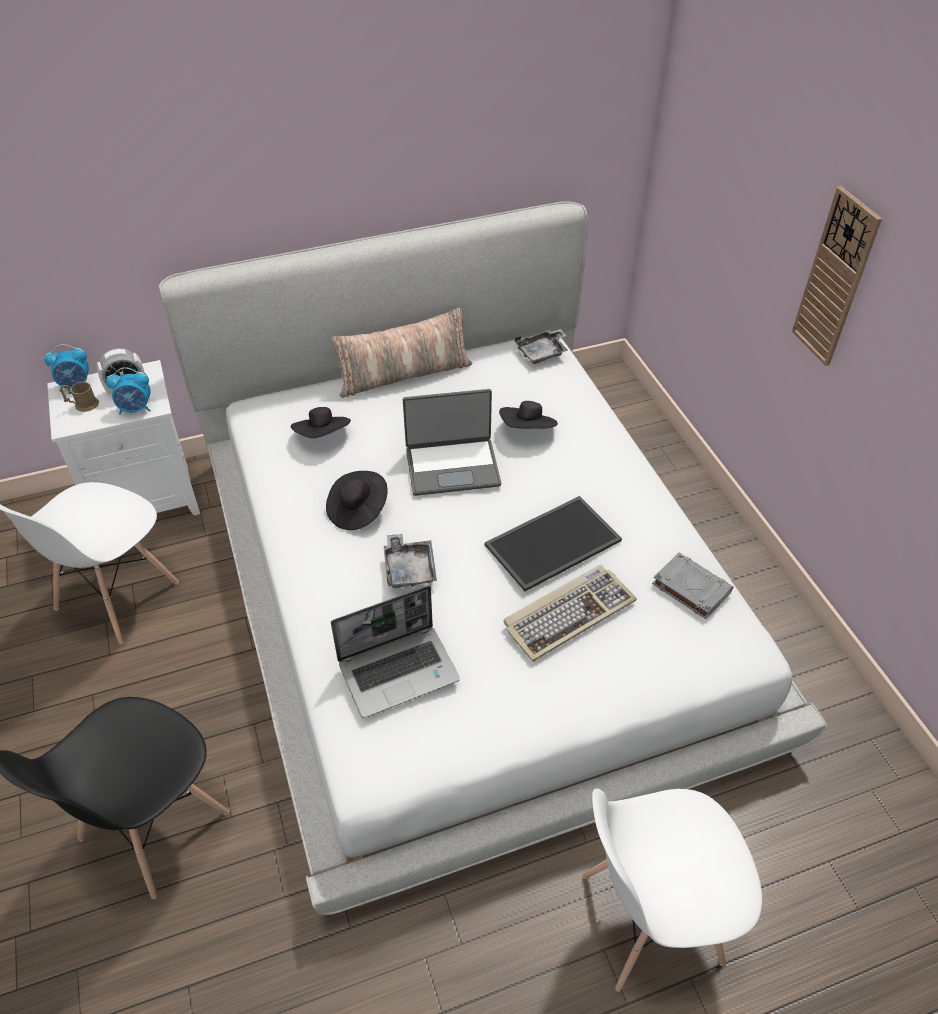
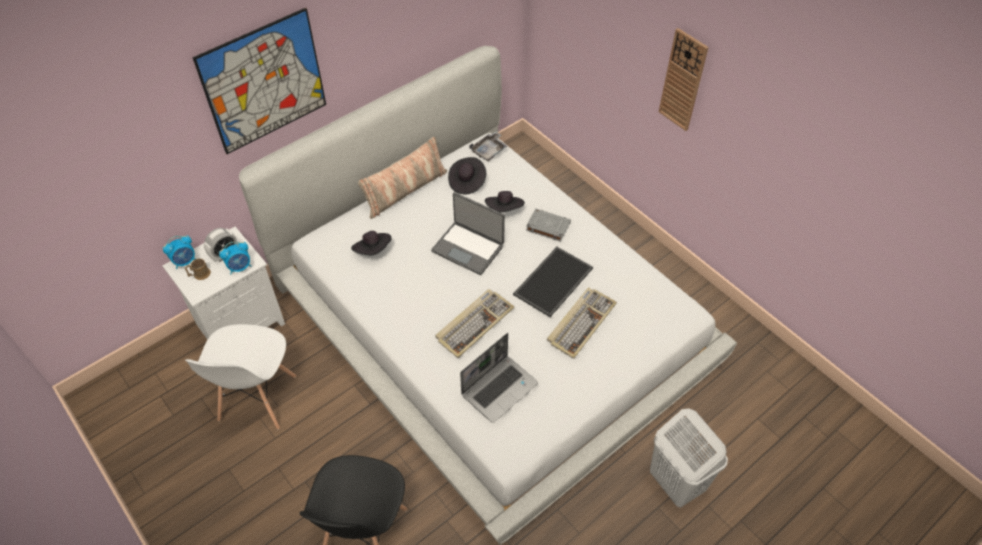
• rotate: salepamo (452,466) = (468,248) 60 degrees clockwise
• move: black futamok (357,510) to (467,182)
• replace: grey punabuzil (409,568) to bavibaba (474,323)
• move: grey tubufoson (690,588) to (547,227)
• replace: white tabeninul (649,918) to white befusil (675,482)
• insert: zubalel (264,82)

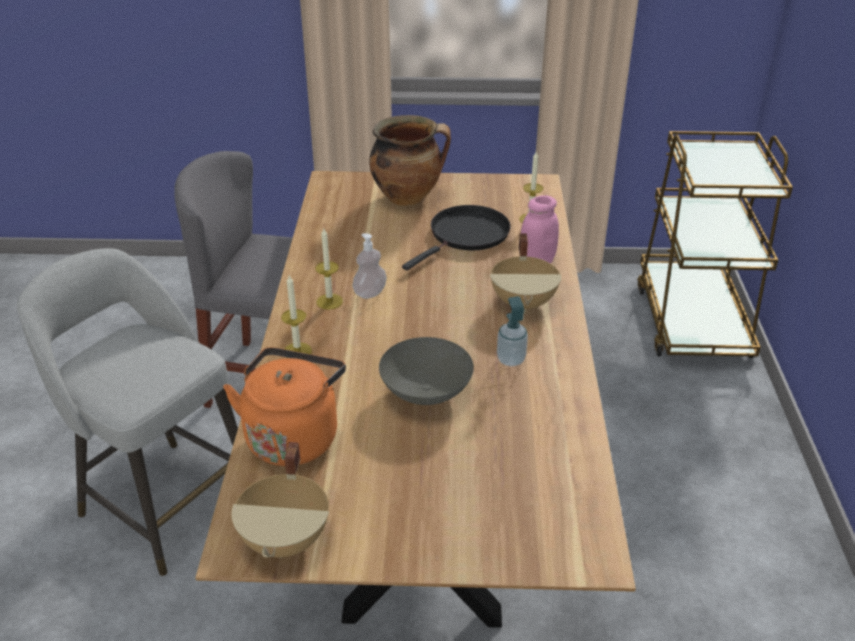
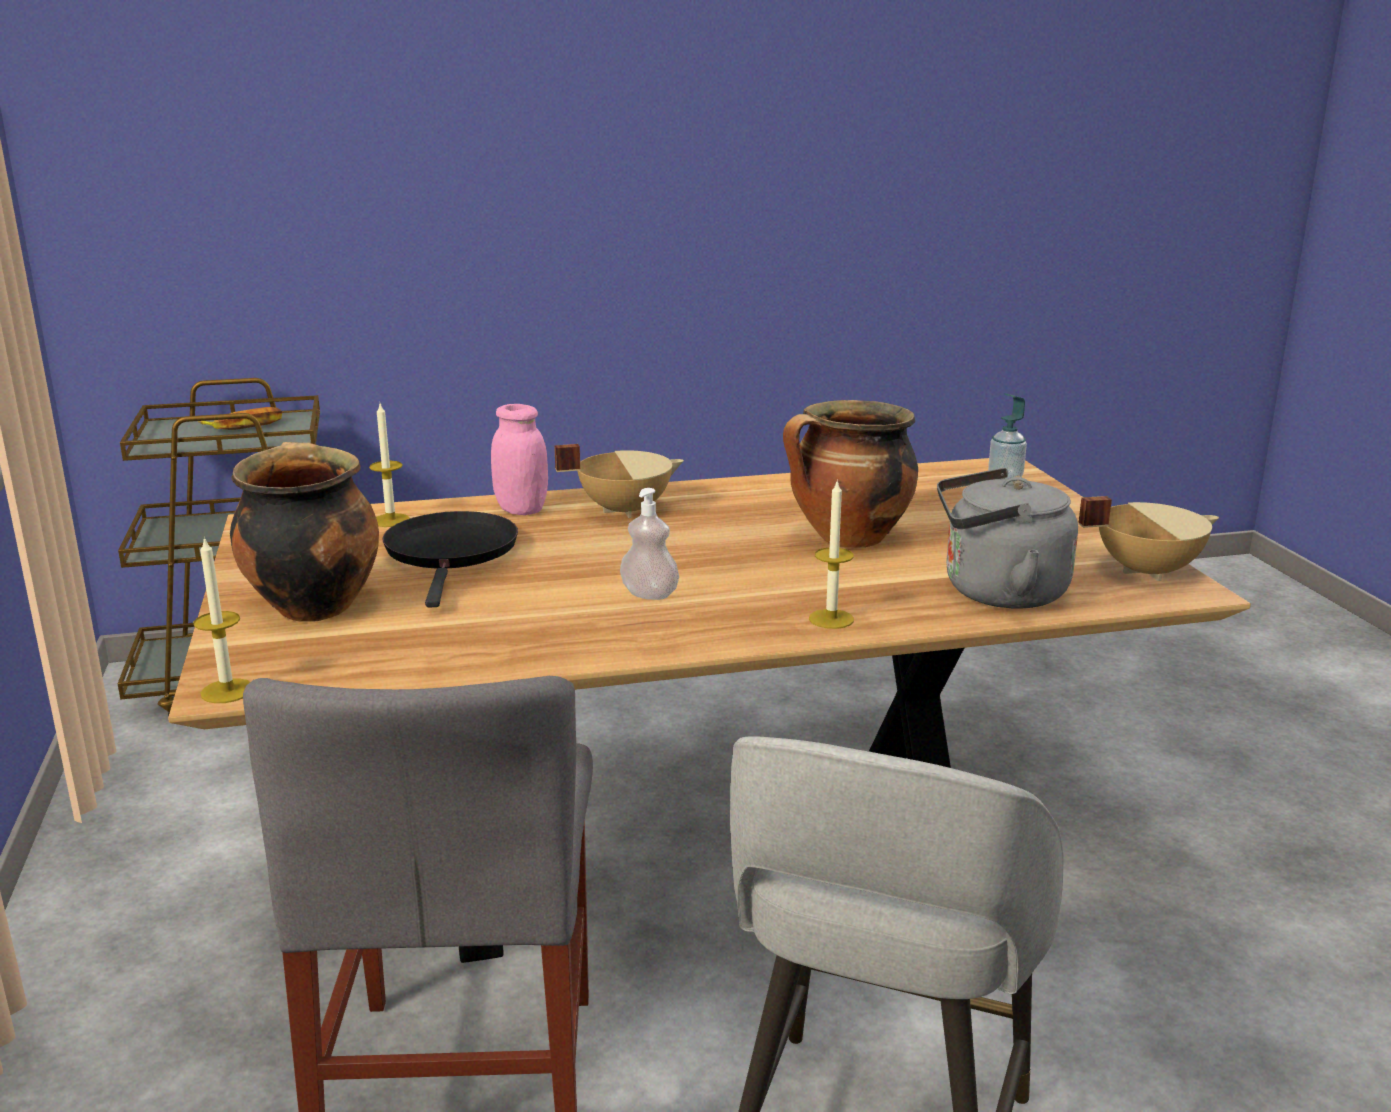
• rotate: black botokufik (466,236) = (451,553) 60 degrees clockwise
• move: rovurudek (329,301) to (227,691)
• move: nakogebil (511,359) to (1005,479)
• replace: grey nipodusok (425,392) to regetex (848,540)
• recolor: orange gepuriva (293,436) to grey gepuriva (997,593)
• insert: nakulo (245,425)

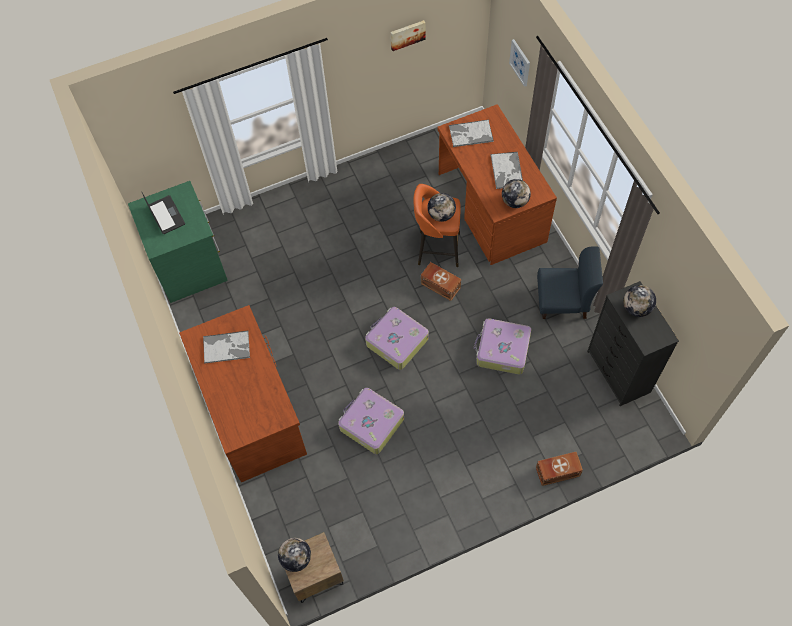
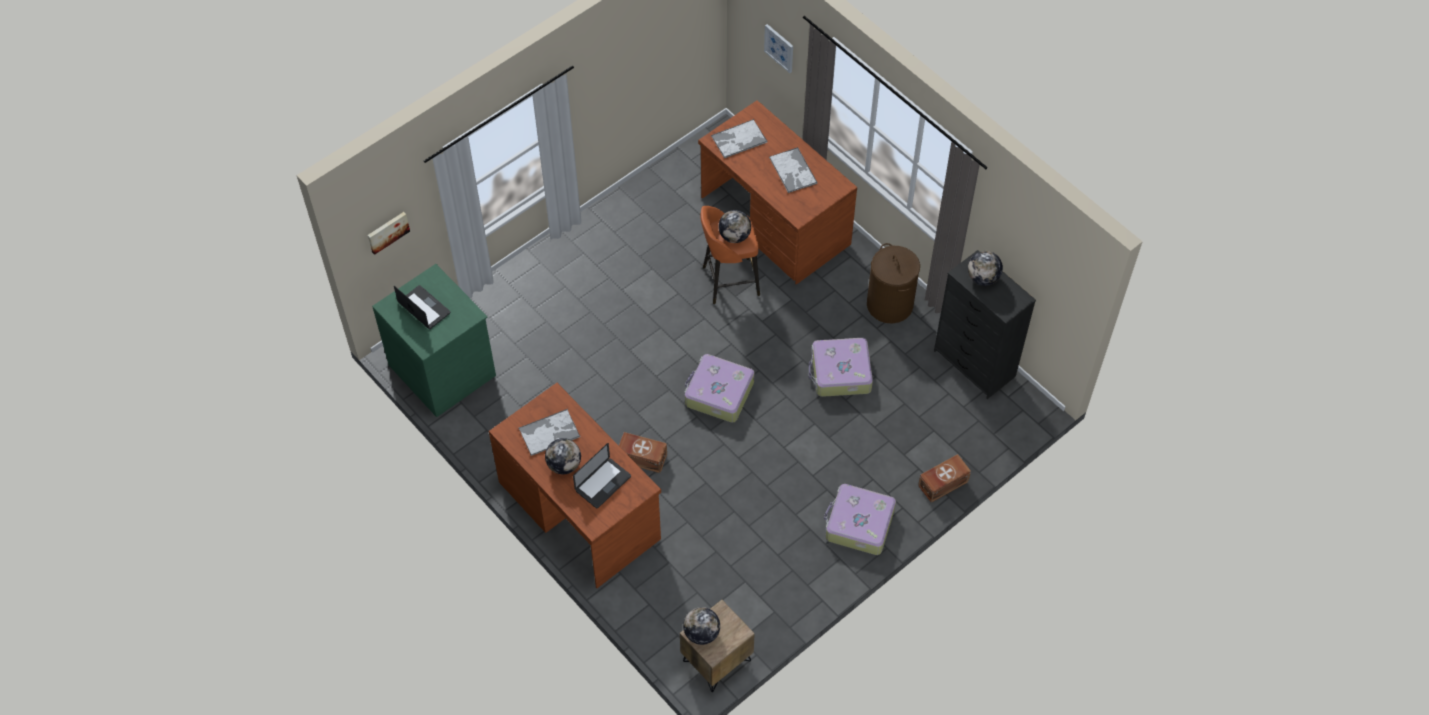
• move: zubalel (407,34) to (387,231)
• move: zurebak (515,201) to (564,465)
• replace: blue tabeninul (563,301) to brown befusil (890,304)
• move: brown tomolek (440,285) to (642,457)
• move: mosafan (371,424) to (858,524)
• insert: salepamo (603,483)

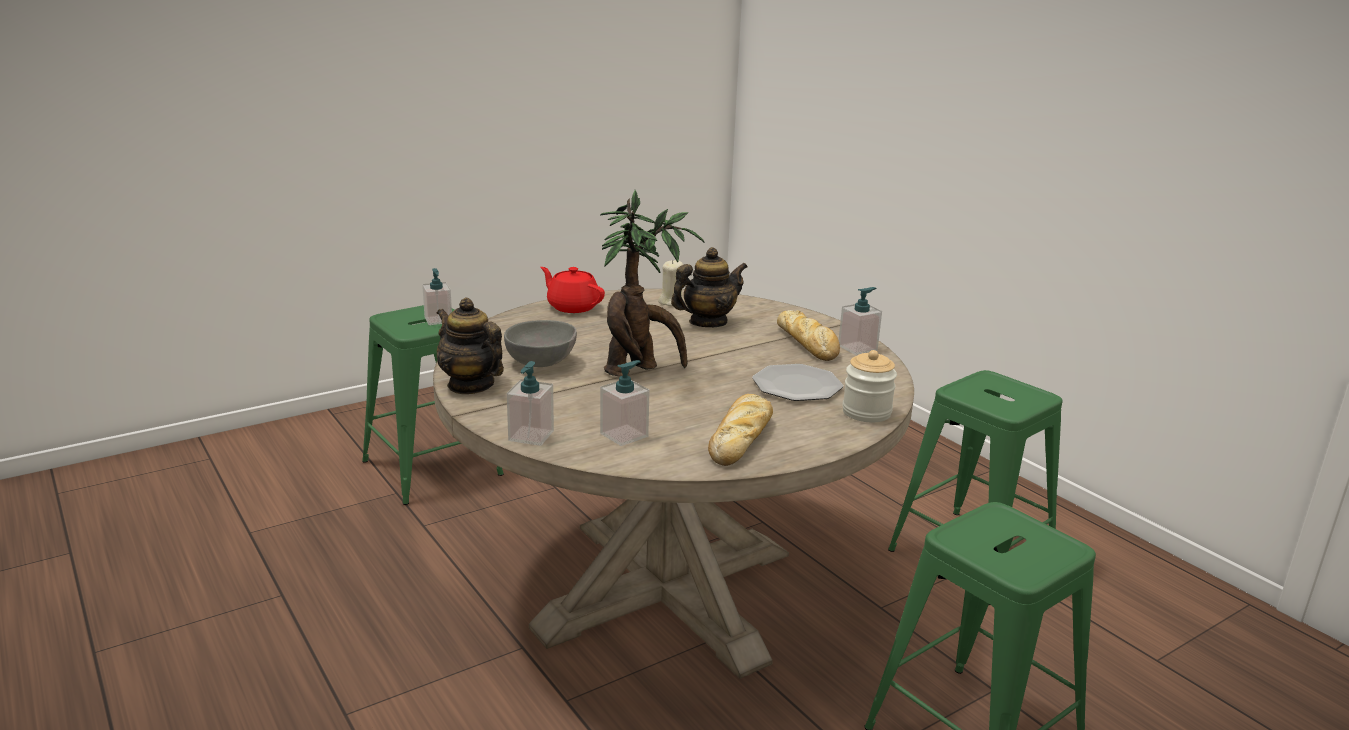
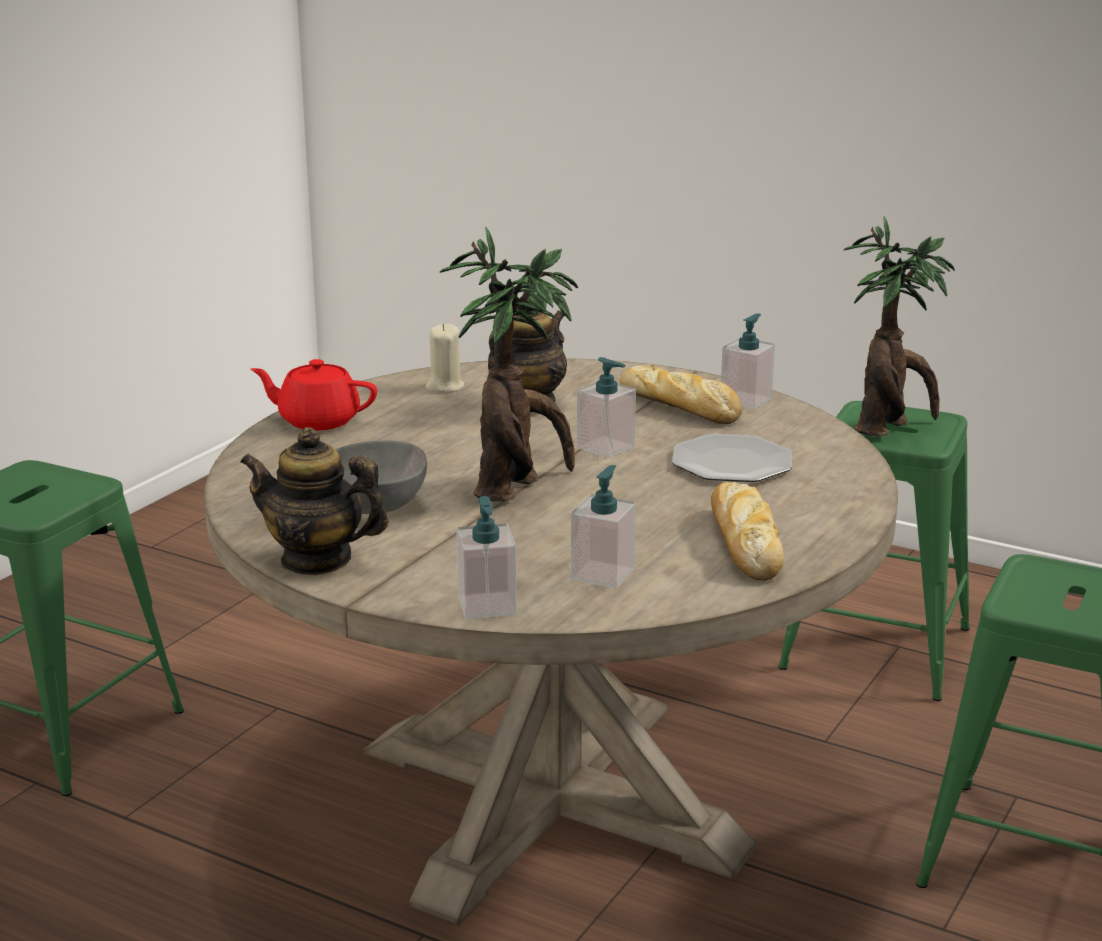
• move: nakogebil (438,320) to (606,447)
• delete: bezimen (866,412)
• insert: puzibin (889,427)

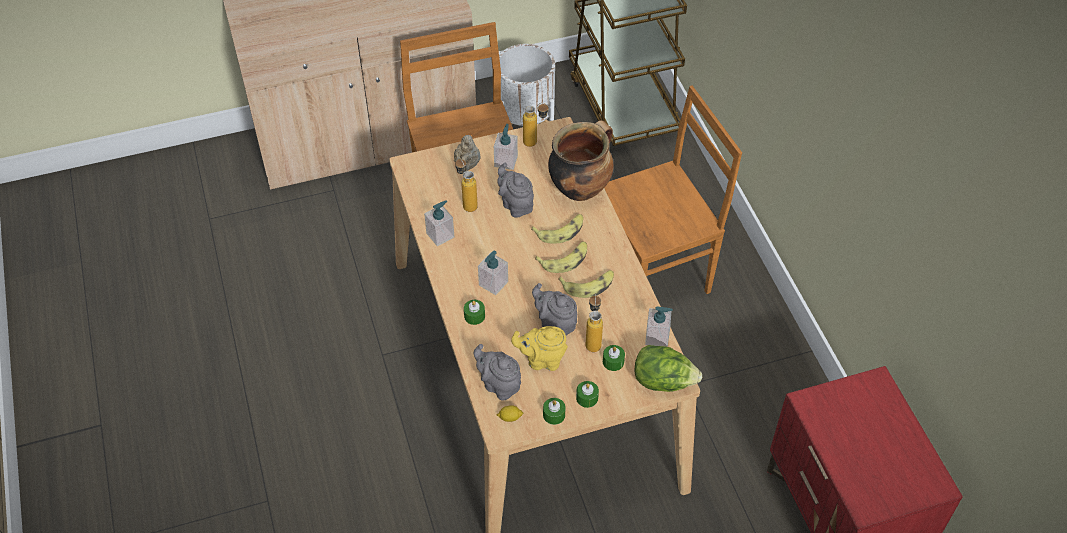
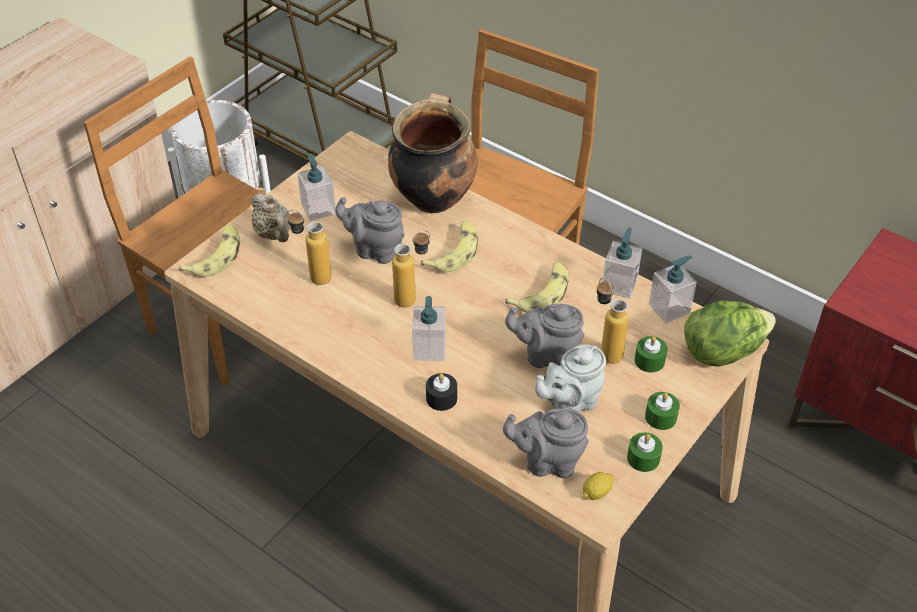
• move: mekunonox (535,143) to (413,297)
• move: nakogebil (440,235) to (619,285)
• move: nakulo (565,260) to (216,256)
• recolor: green rovurudek (474,316) to black rovurudek (441,398)
• recolor: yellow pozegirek (542,360) to grey pozegirek (569,404)

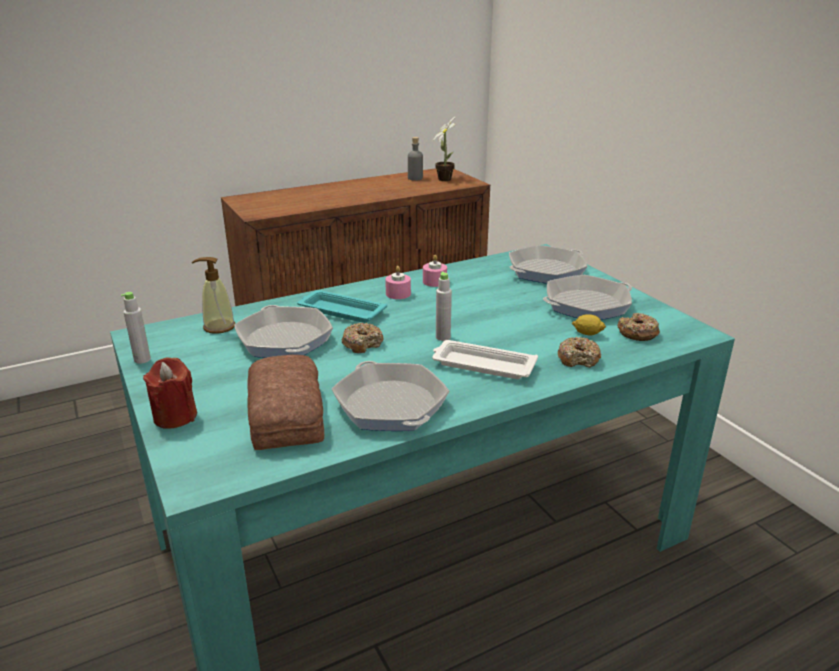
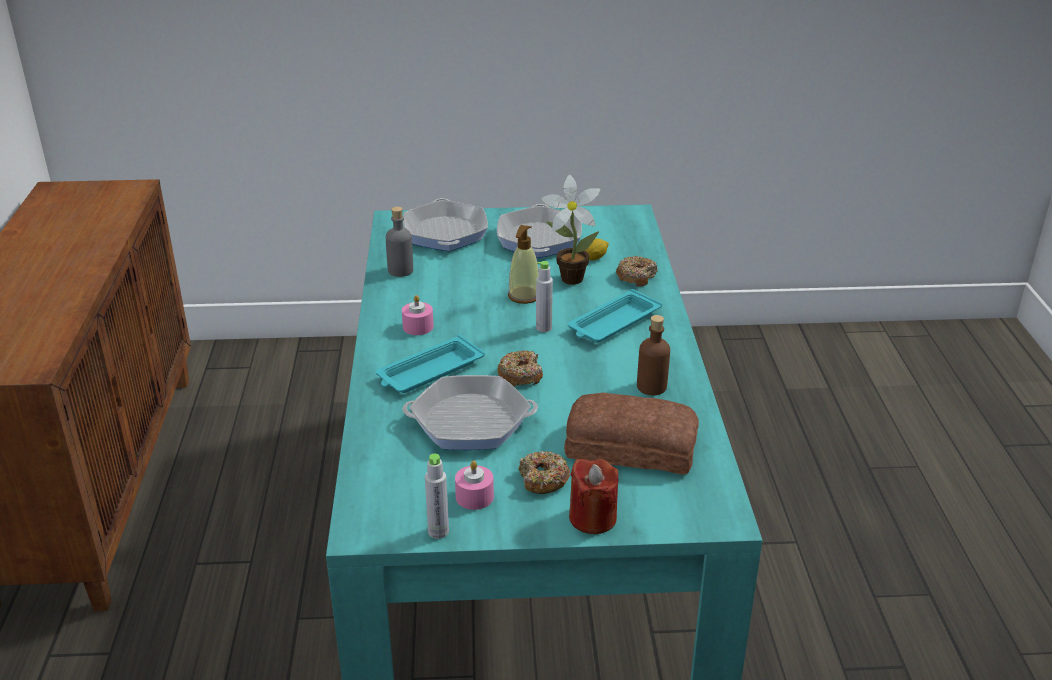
• move: puzibin (445,179) to (568,278)
• move: grey mekunonox (415,178) to (400,270)
• move: pink rovurudek (434,281) to (474,497)
• move: nakogebil (219,327) to (524,296)
• move: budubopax (637,333) to (543,479)
• recolor: white punabuzil (482,365) to turquoise punabuzil (613,323)
• replace: botokufik (390,405) to brown mekunonox (651,387)

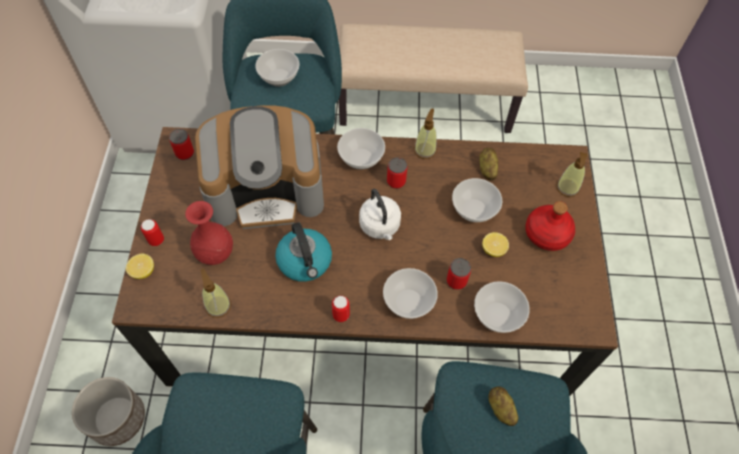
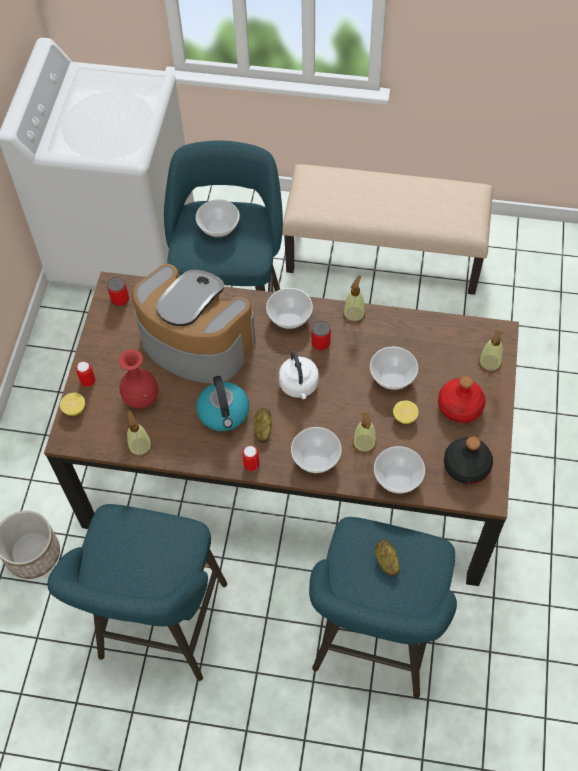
• rotate: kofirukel (267,190) = (195,342) 150 degrees counterclockwise
• move: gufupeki (487,169) to (262,429)
• replace: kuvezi (456,281) to nakogebil (364,443)
• insert: black mekunonox (466,465)

